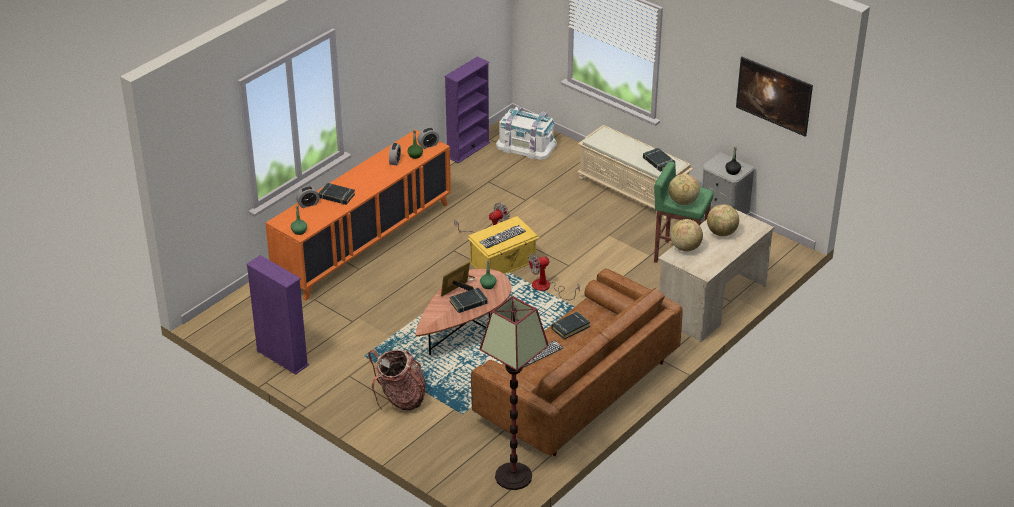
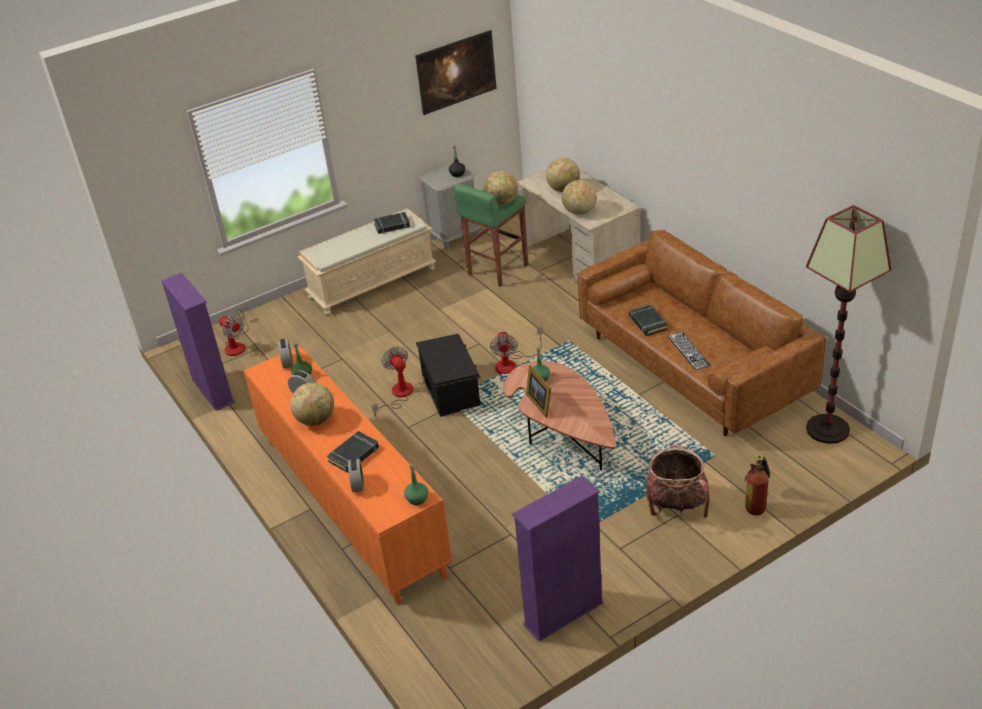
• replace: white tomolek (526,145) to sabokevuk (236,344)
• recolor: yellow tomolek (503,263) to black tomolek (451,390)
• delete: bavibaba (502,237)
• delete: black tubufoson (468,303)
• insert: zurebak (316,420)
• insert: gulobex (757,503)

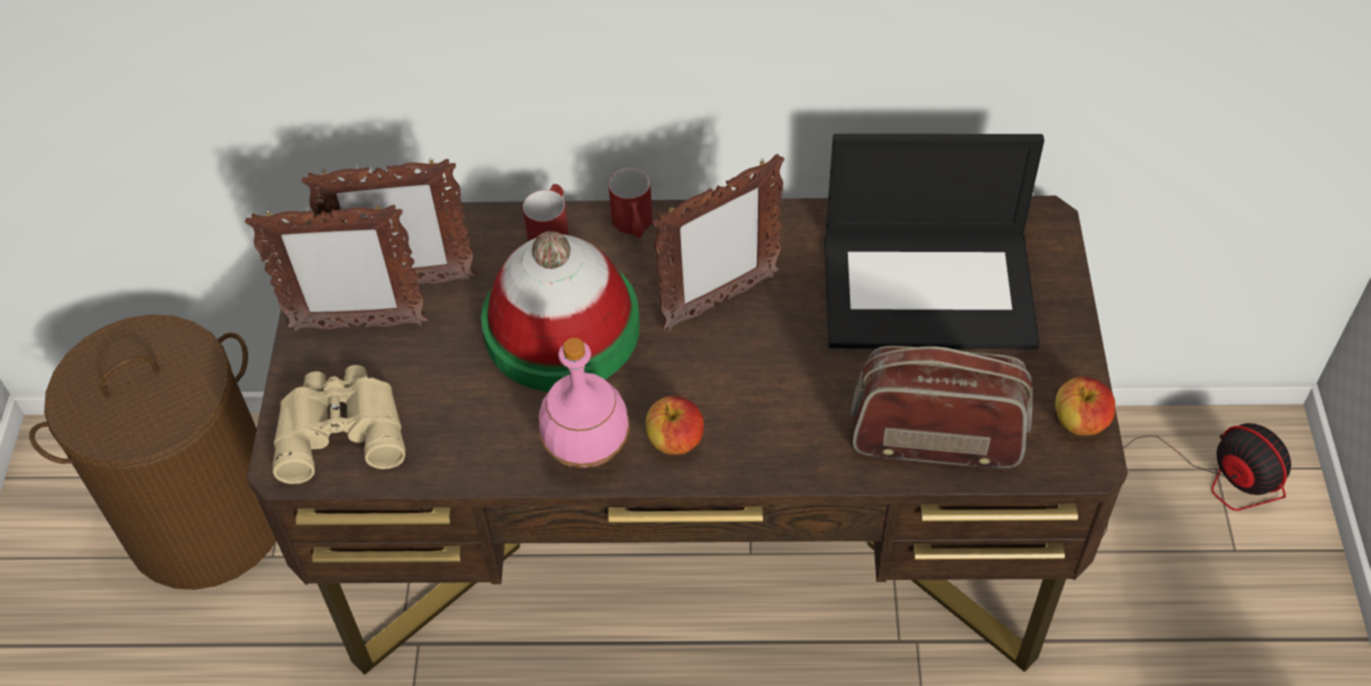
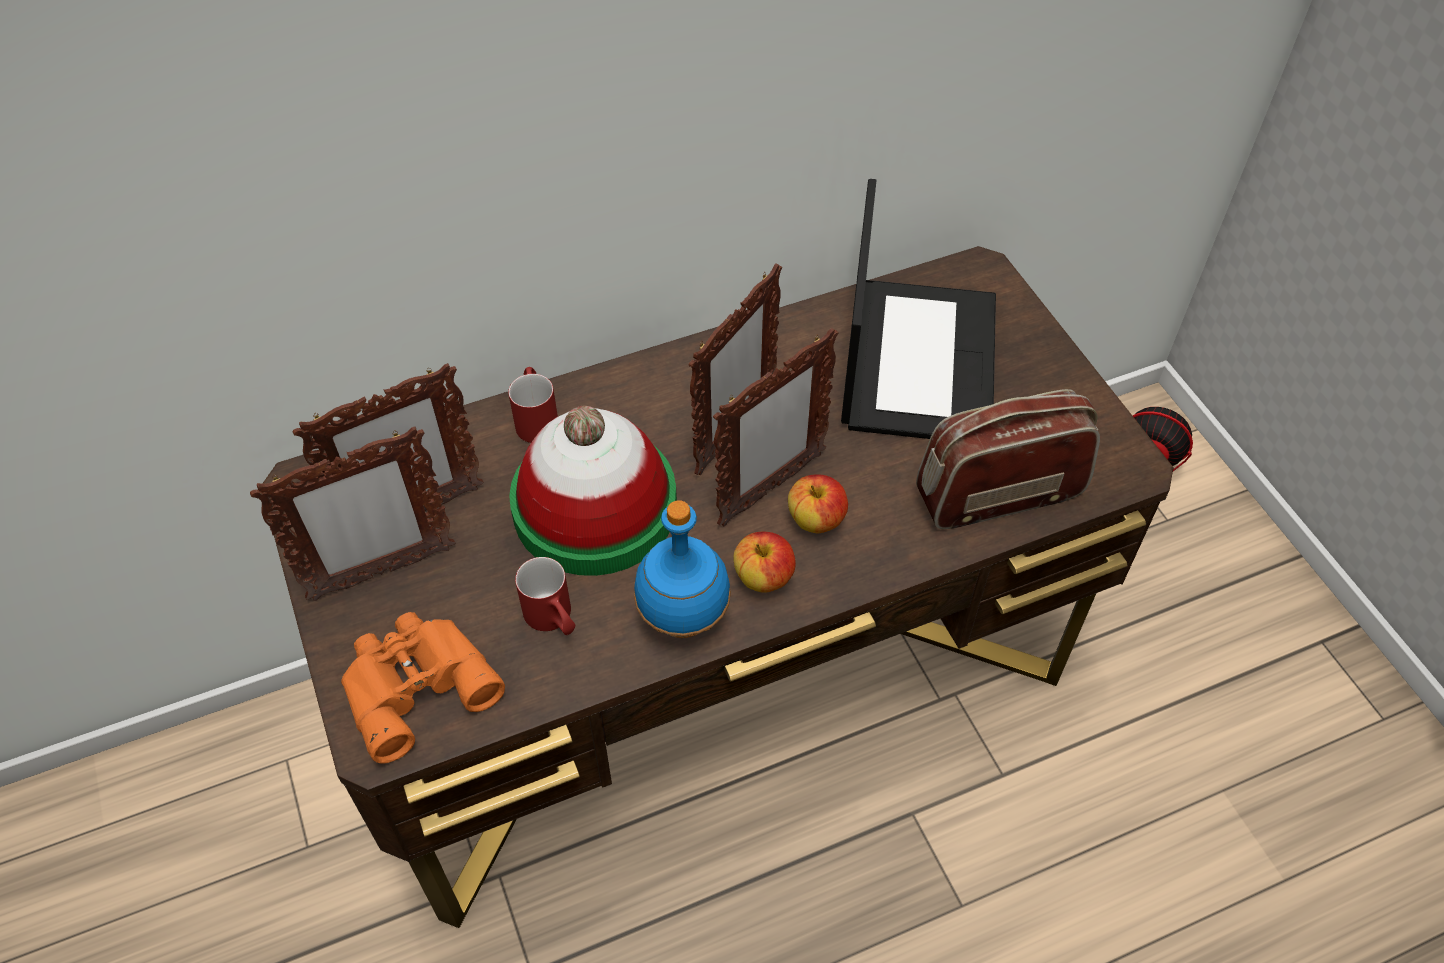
• rotate: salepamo (930,287) = (917,359) 60 degrees counterclockwise
• move: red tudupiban (634,227) to (553,620)
• delete: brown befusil (208,519)
• recolor: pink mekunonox (586,450) to blue mekunonox (682,616)
• recolor: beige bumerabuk (340,428) to orange bumerabuk (414,684)
• move: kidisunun (1079,422) to (816,520)
• insert: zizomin (770,489)

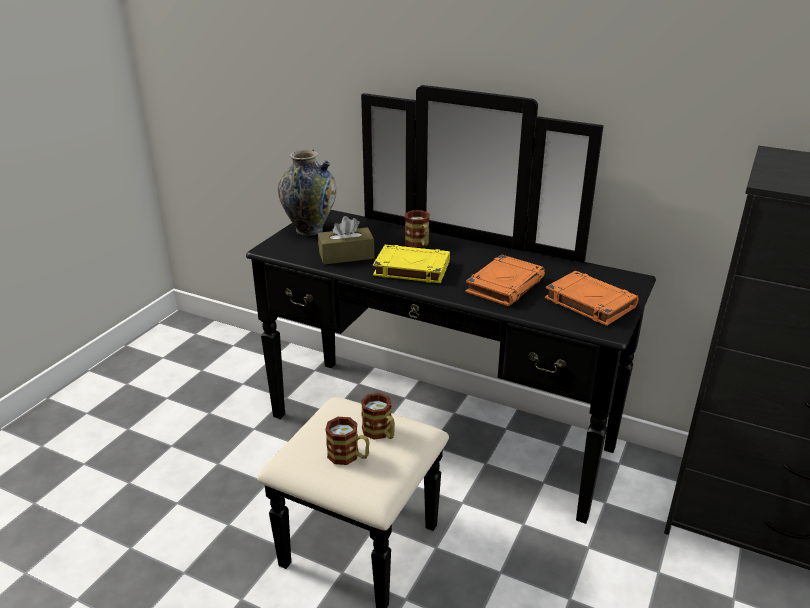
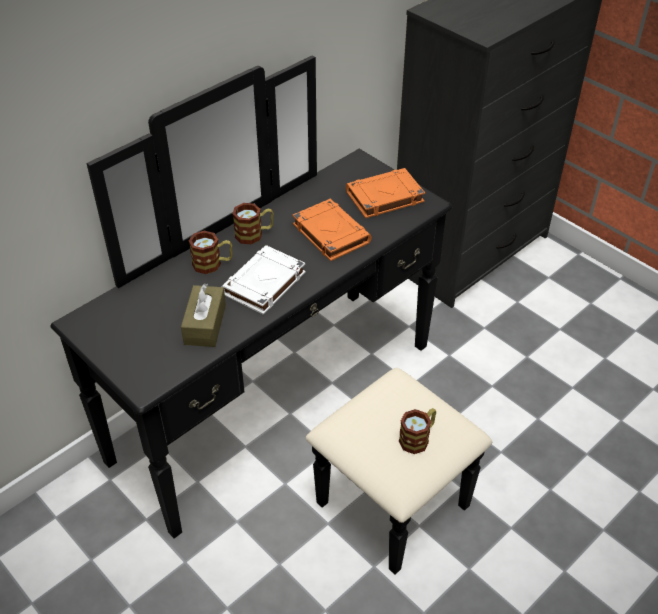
• delete: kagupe (309,229)
• recolor: yellow tubufoson (411,269) to white tubufoson (264,284)
• move: tudupiban (380,433) to (254,234)

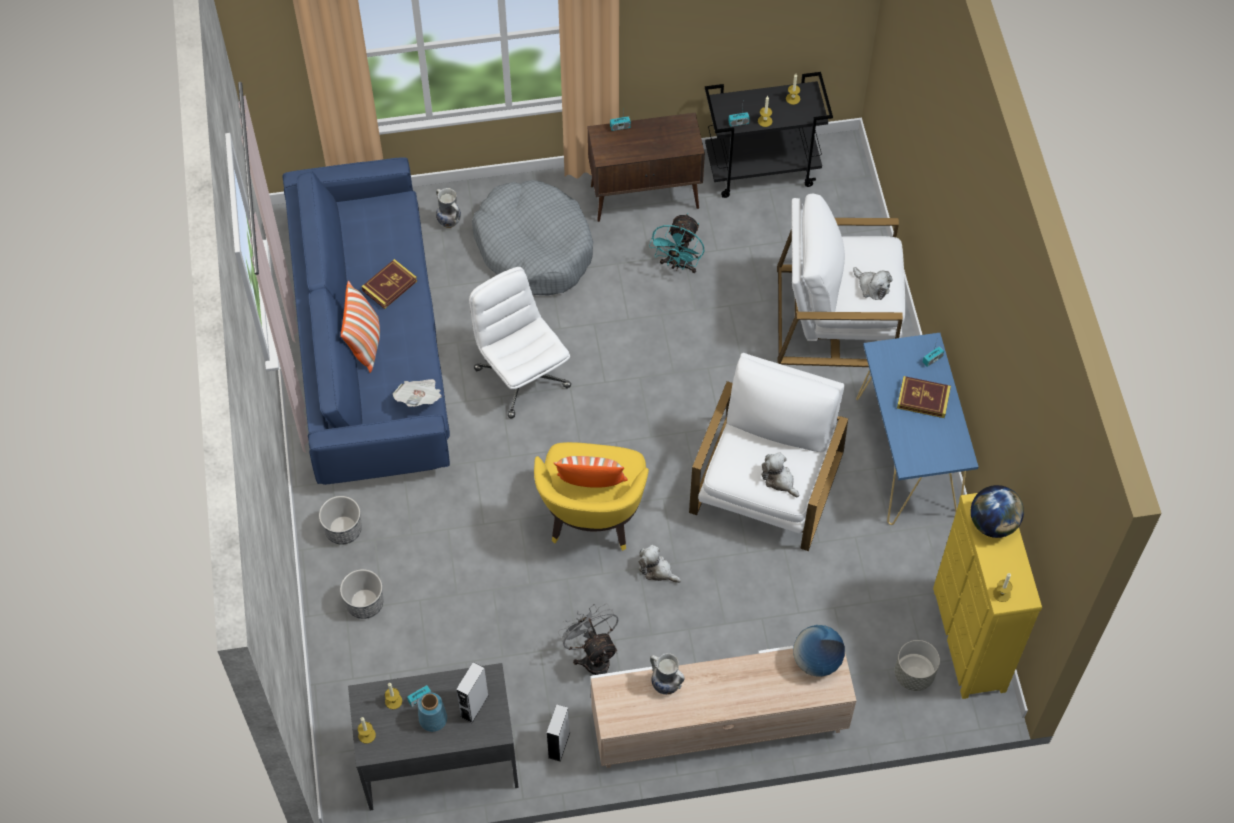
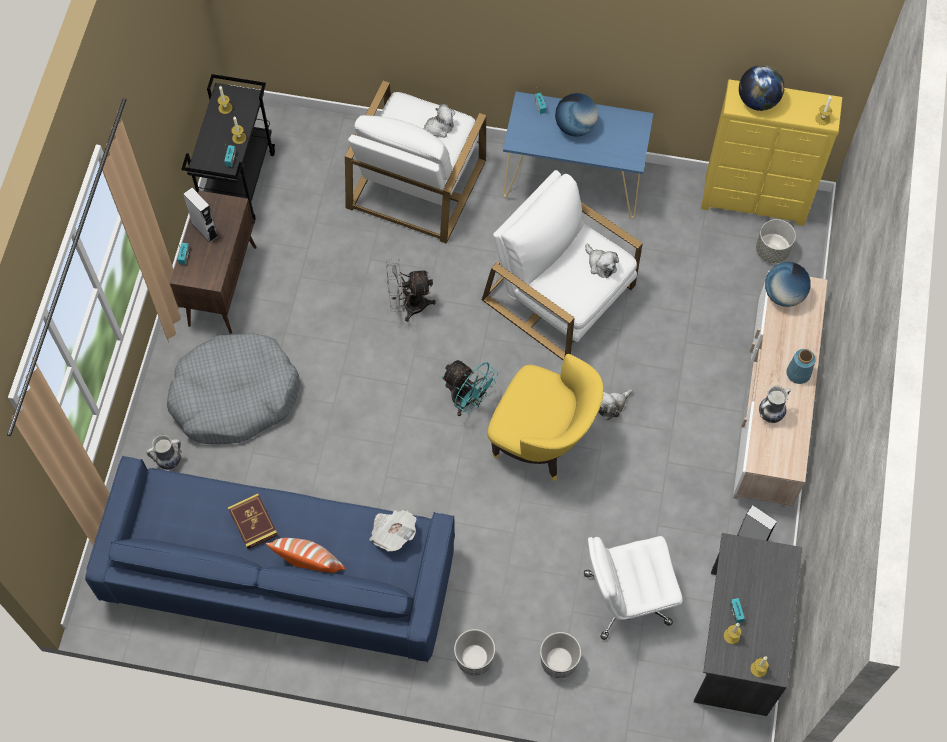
• move: turquoise sabokevuk (678,265) to (467,401)
• move: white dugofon (521,377) to (626,599)
• replace: tubufoson (923,399) to zurebak (575,127)
• rotate: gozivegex (779,480) = (600,264) 105 degrees counterclockwise
• delete: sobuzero (591,485)
• move: grey sabokevuk (593,657) to (408,305)
• move: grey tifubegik (474,706) to (205,230)
• move: blue kagupe (433,718) to (798,373)

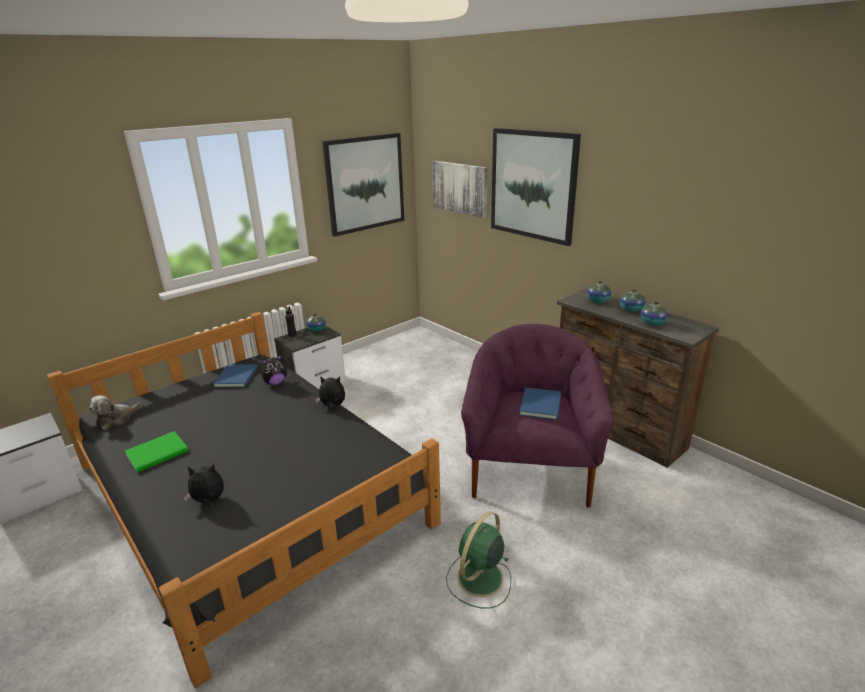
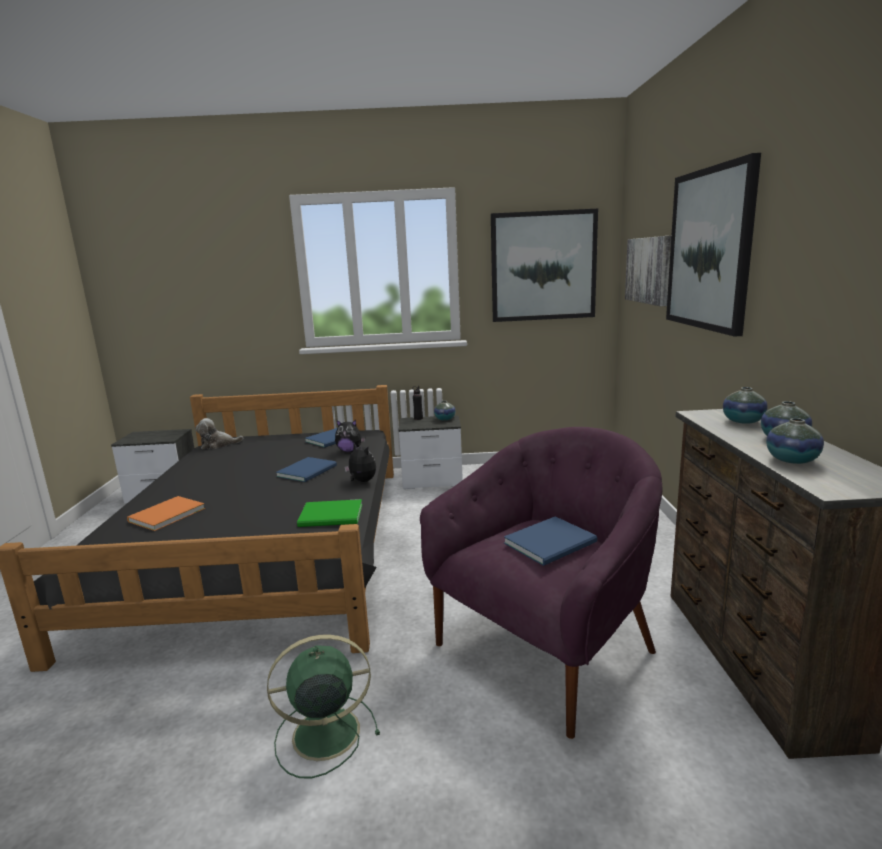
• move: green tubufoson (159,453) to (332,516)
• replace: gozivegex (208,501) to orange tubufoson (164,515)
• insert: blue tubufoson (309,471)

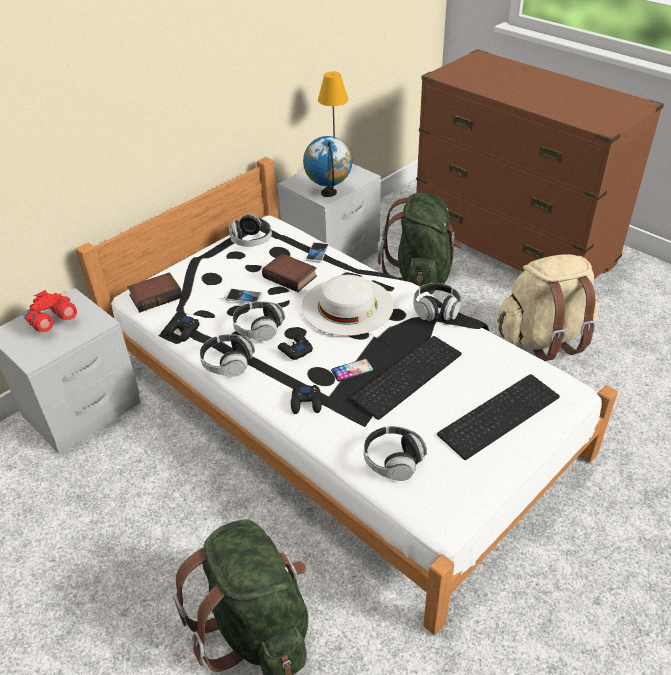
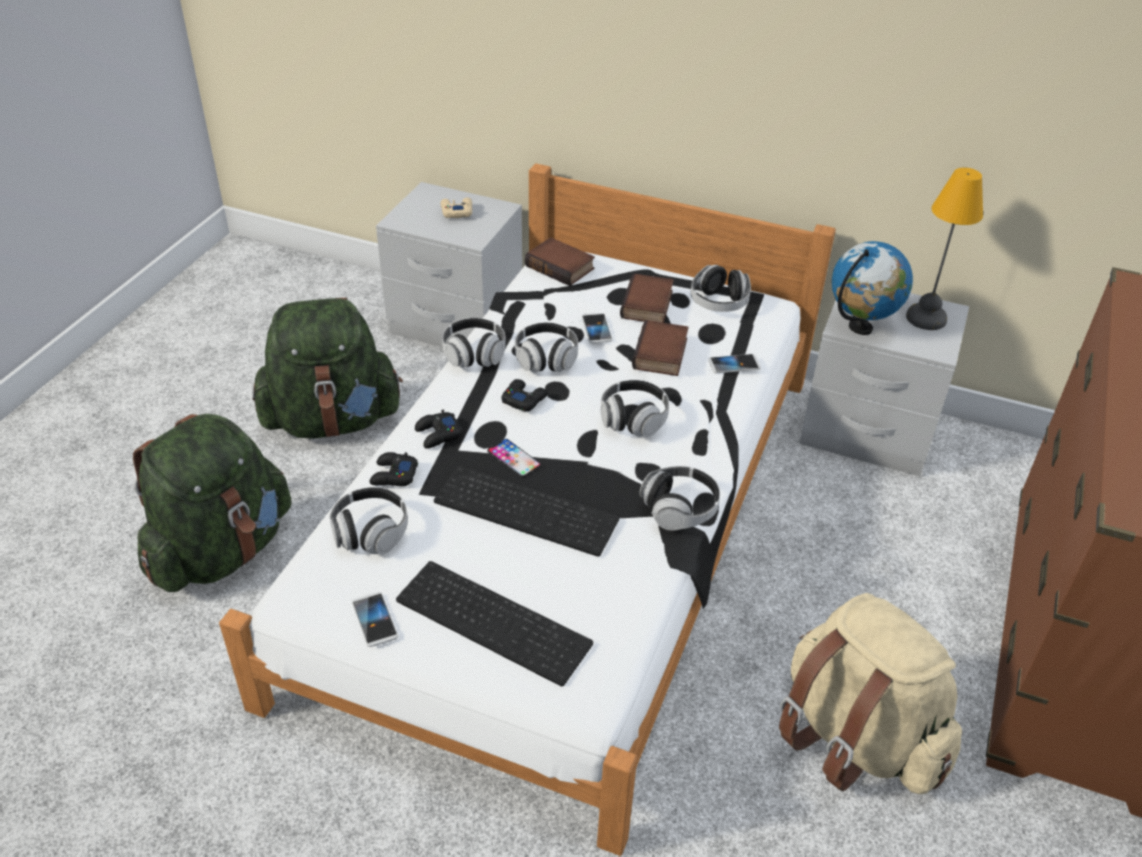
• move: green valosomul (421,277) to (332,420)
• replace: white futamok (347,305) to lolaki (633,419)
• replace: red bumerabuk (52,323) to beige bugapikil (456,212)
• move: black bugapikil (183,331) to (393,475)
• insert: tubufoson (648,305)
• insert: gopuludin (375,620)

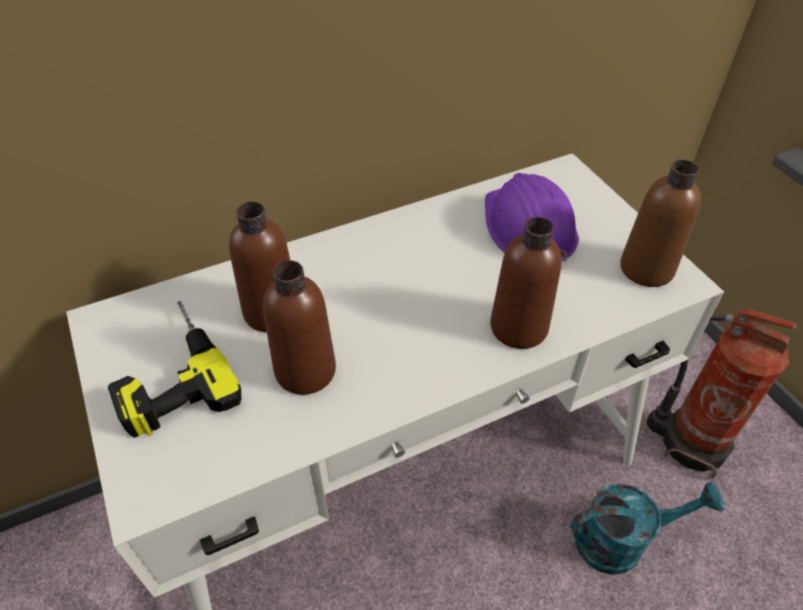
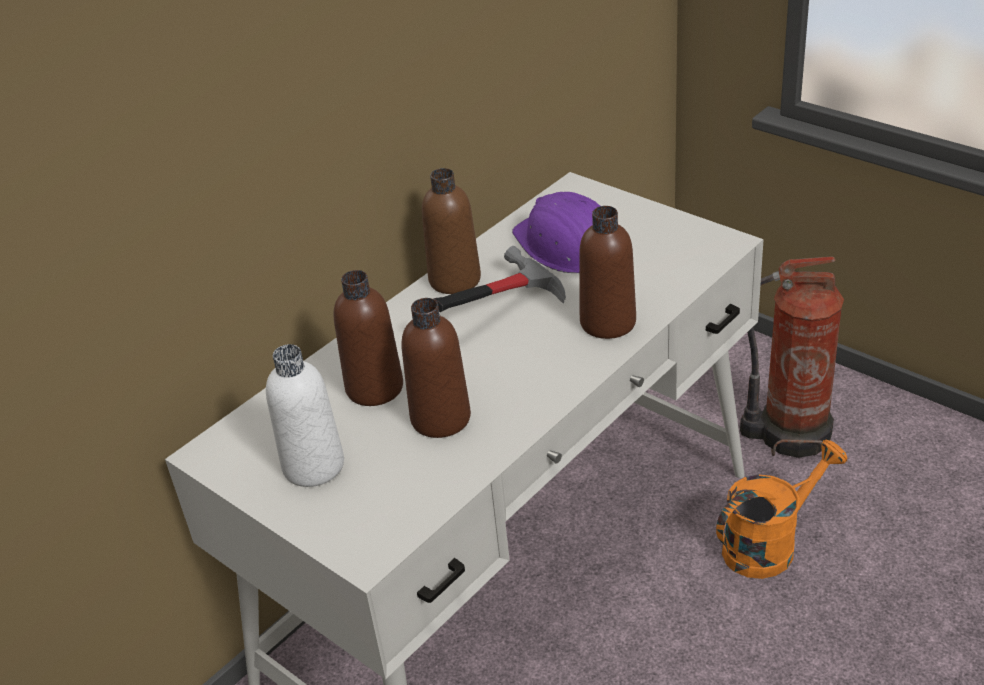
• move: brown mekunonox (646,269) to (455,280)
• replace: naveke (169,373) to white mekunonox (313,466)
• recolor: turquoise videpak (622,540) to orange videpak (769,544)
• insert: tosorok (499,310)

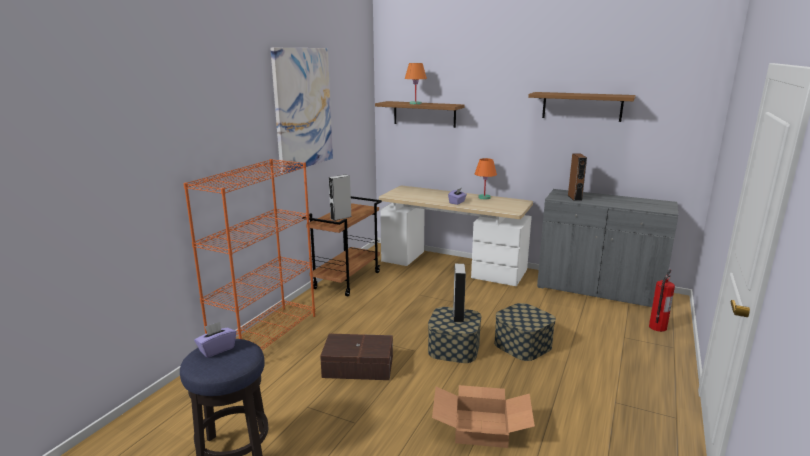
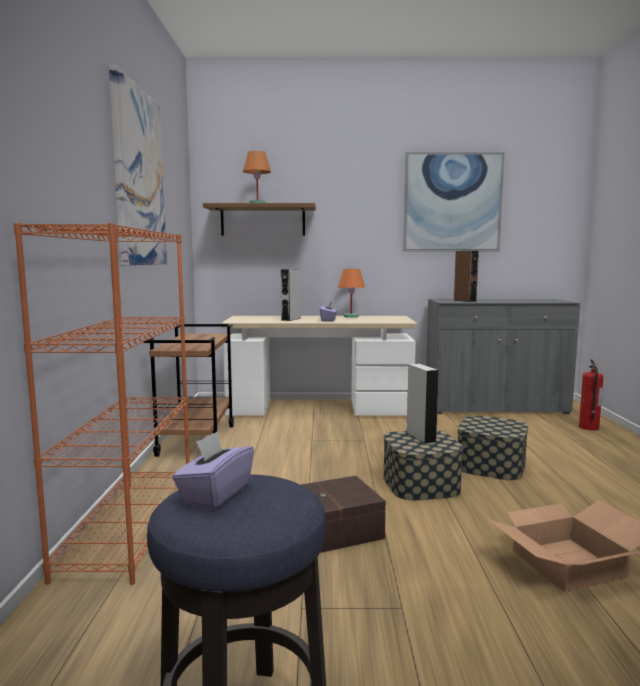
• replace: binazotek (582,106) to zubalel (452,203)
• move: grey tifubegik (341,217) to (291,319)

